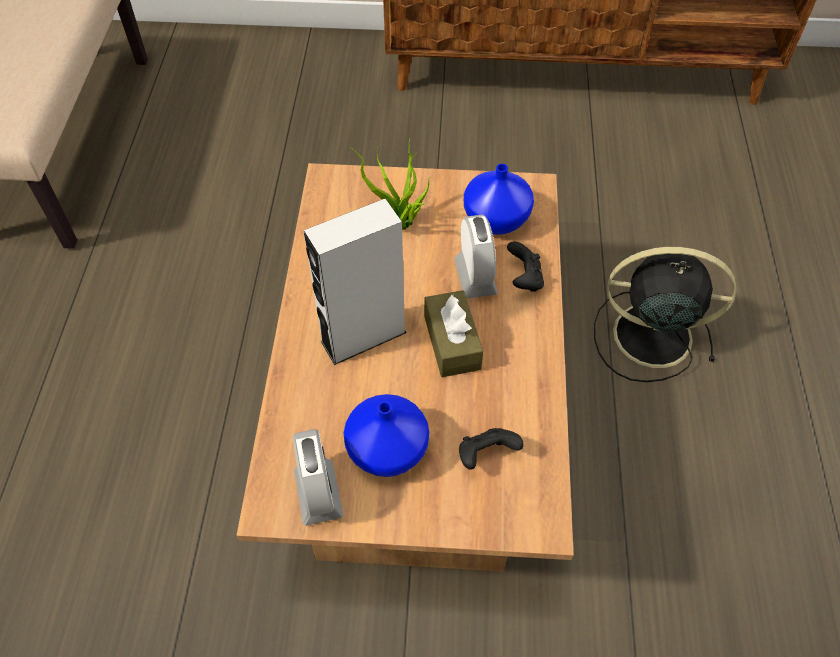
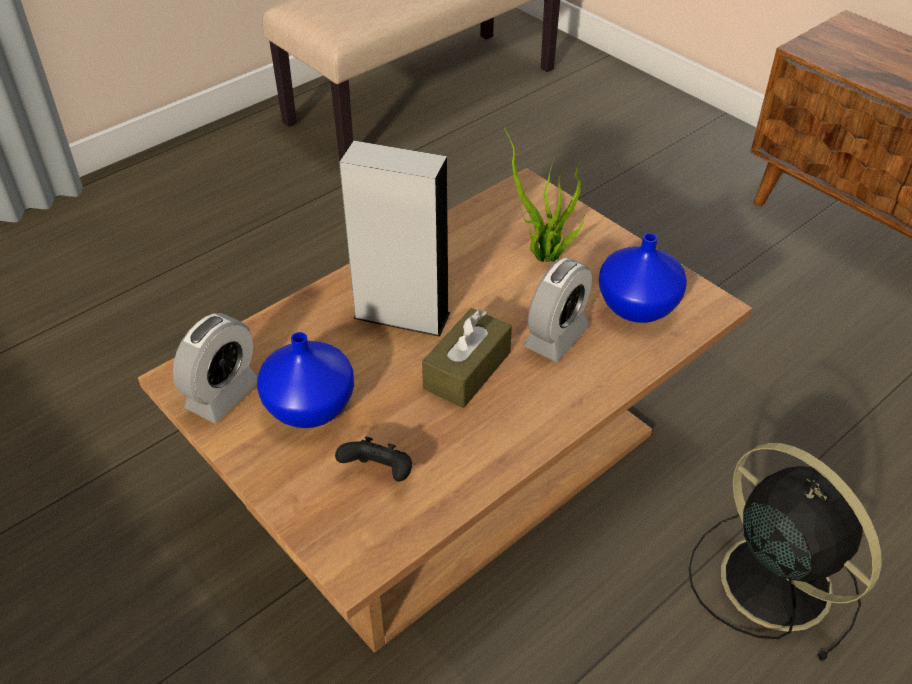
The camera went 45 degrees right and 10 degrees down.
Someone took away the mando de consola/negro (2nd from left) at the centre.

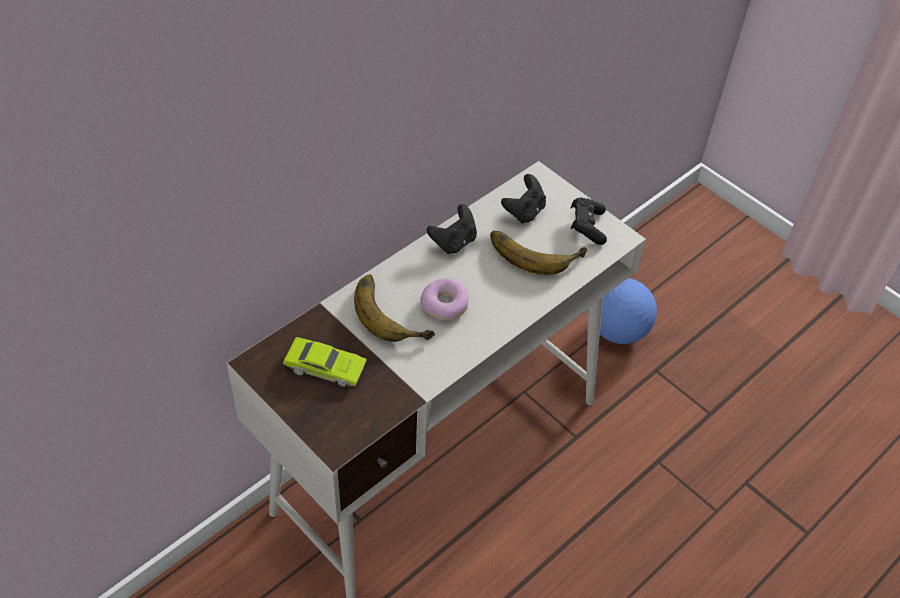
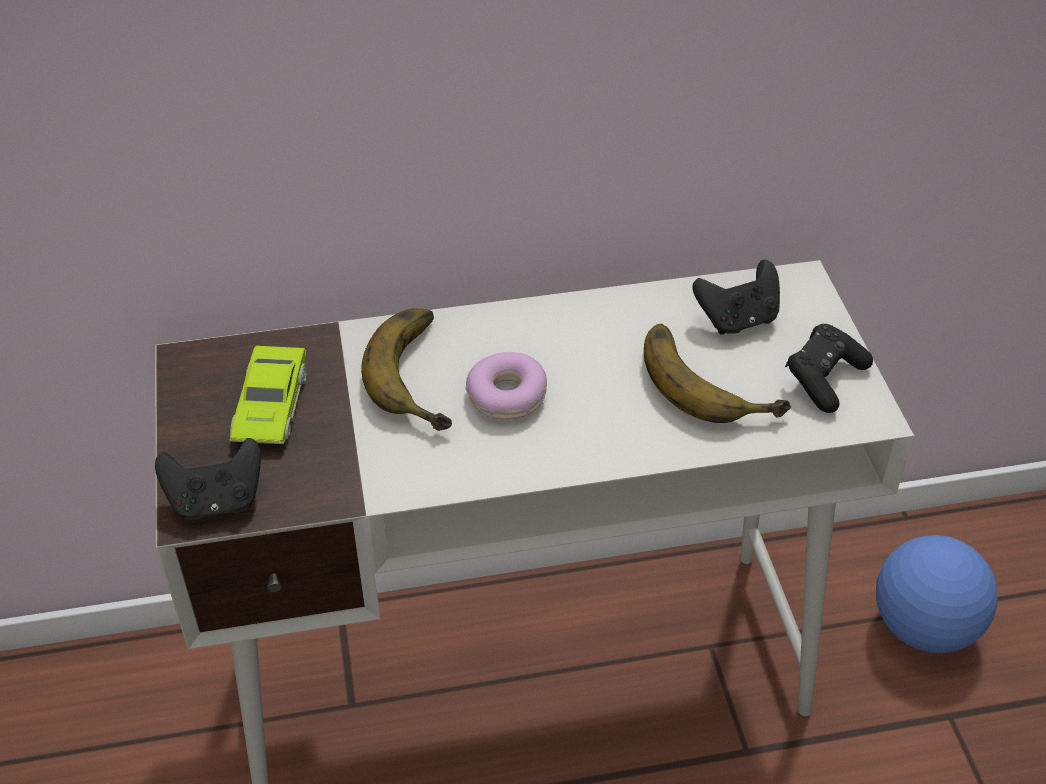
The camera went 35 degrees right and 5 degrees down.
Someone carried the mando de consola/negro (1st from left) from the centre to the middle left.
Someone rotated the coche de juguete/verde at the centre by 45 degrees clockwise.

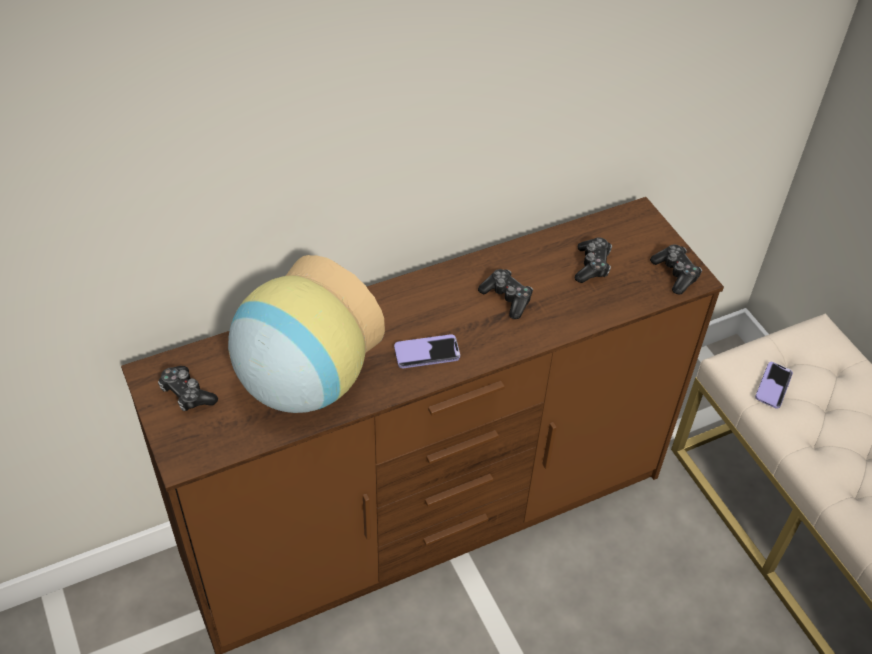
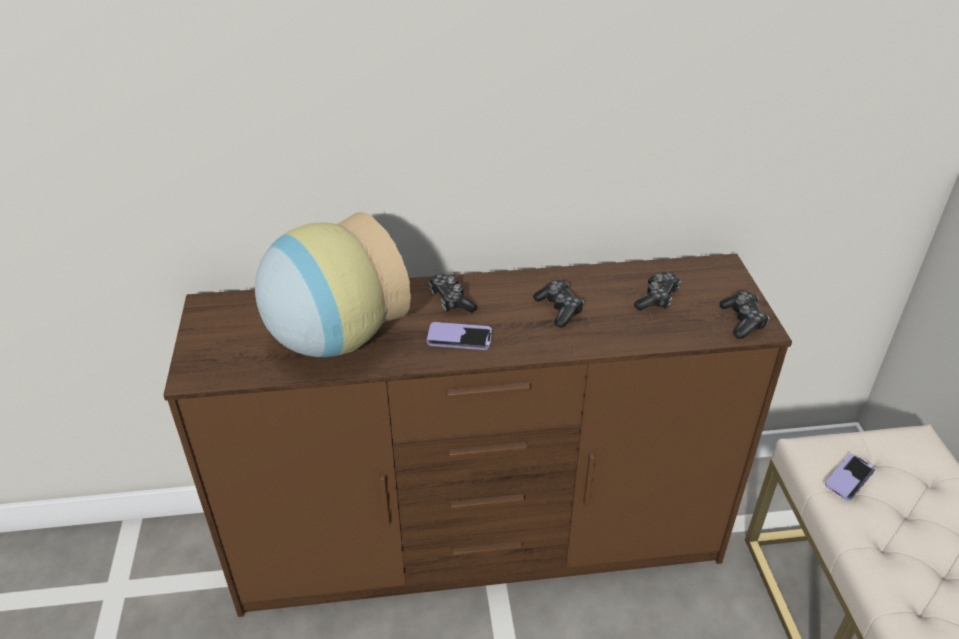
The camera went 20 degrees right and 10 degrees down.
Someone carried the mando de consola (1st from left) from the middle left to the centre.

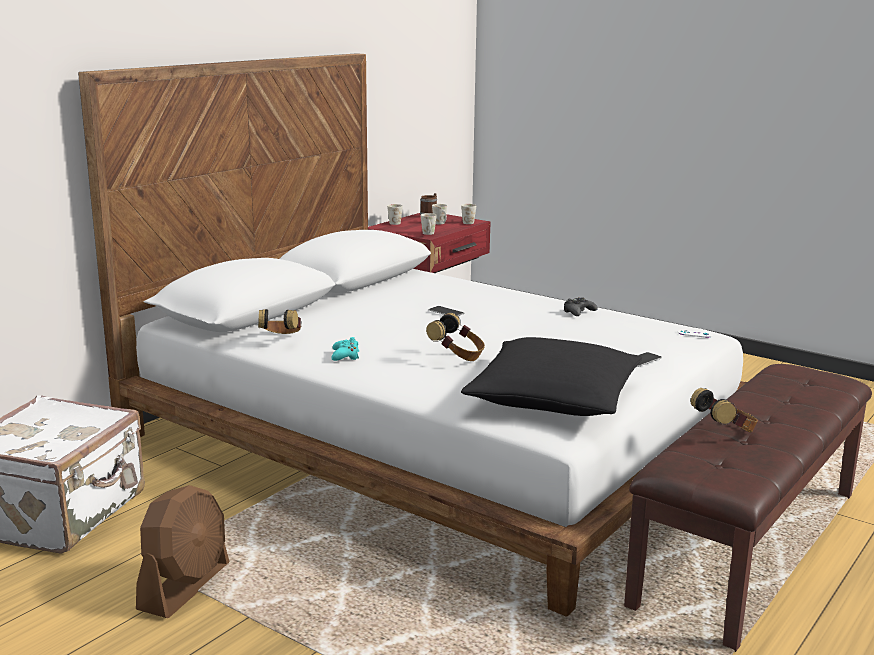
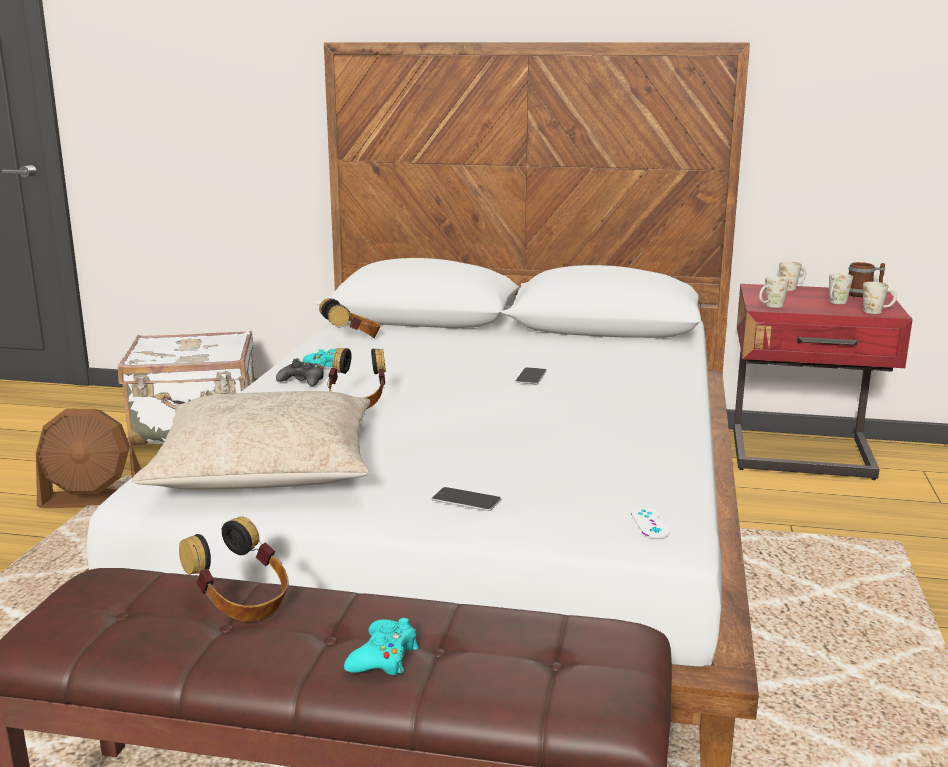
The camera went 65 degrees right and 0 degrees up.
Someone repainted the cojín/negro at the centre, which became the cojín/beis at the middle left.
Someone carried the mando de consola/negro from the centre to the middle left.
Someone put down the mando de consola/turquesa (2nd from left) at the bottom centre.

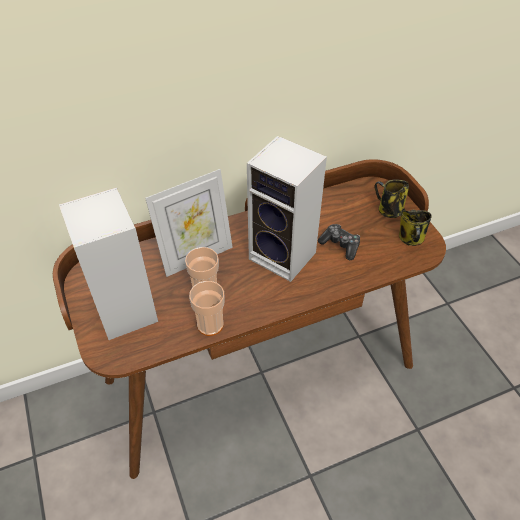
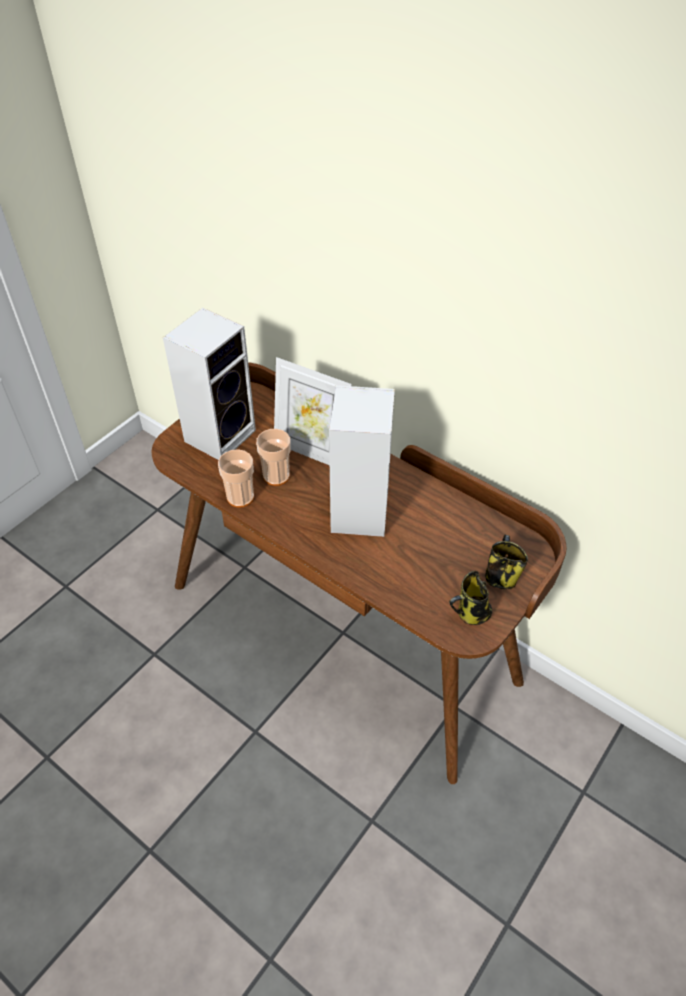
The camera went 60 degrees right and 0 degrees up.
Someone took away the mando de consola at the centre.

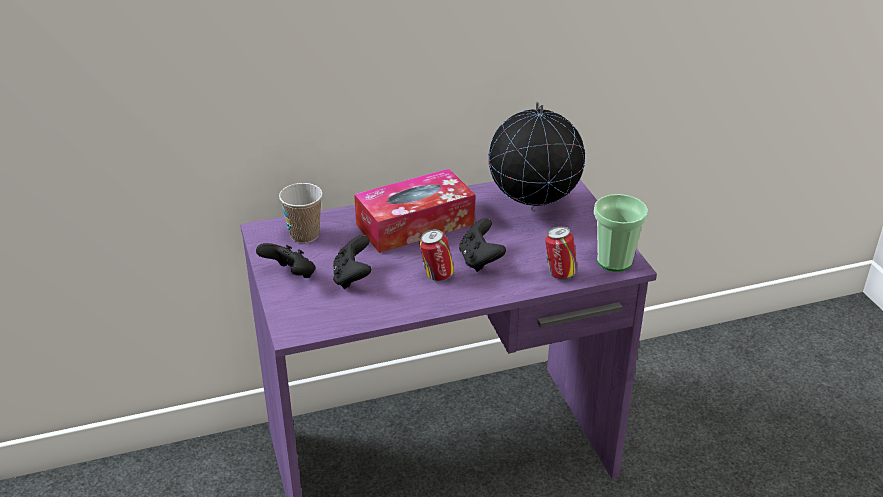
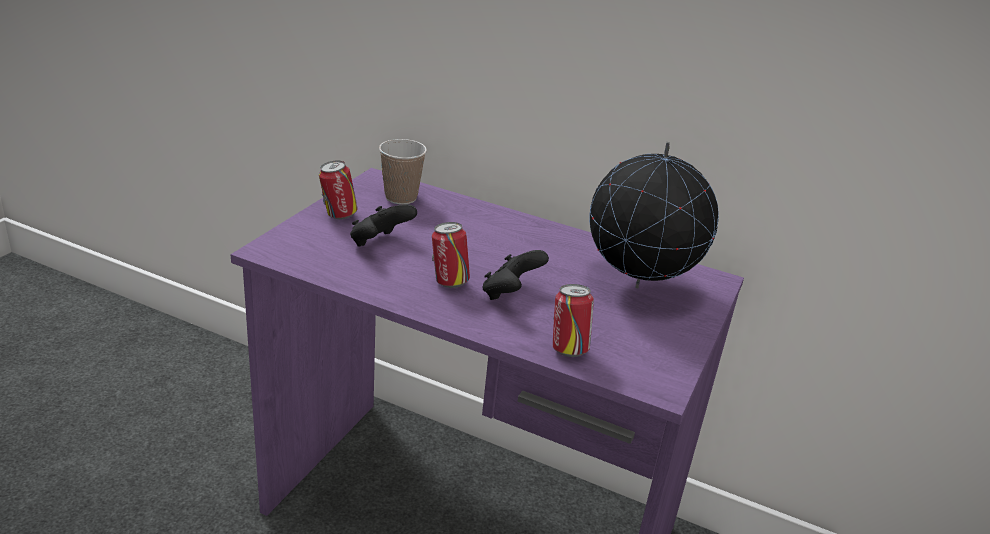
The camera went 40 degrees right and 5 degrees down.
Someone swapped the mando de consola/negro (1st from left) at the middle left for the lata (1st from left) at the centre.
Someone took away the caja de pañuelos at the centre.
Someone took away the taza (2nd from left) at the middle right.

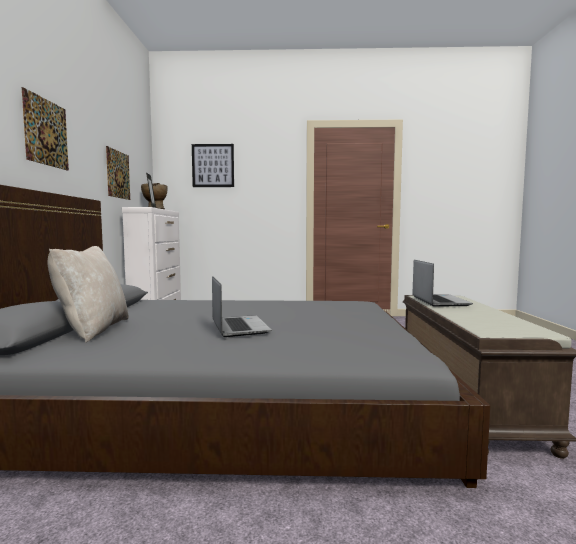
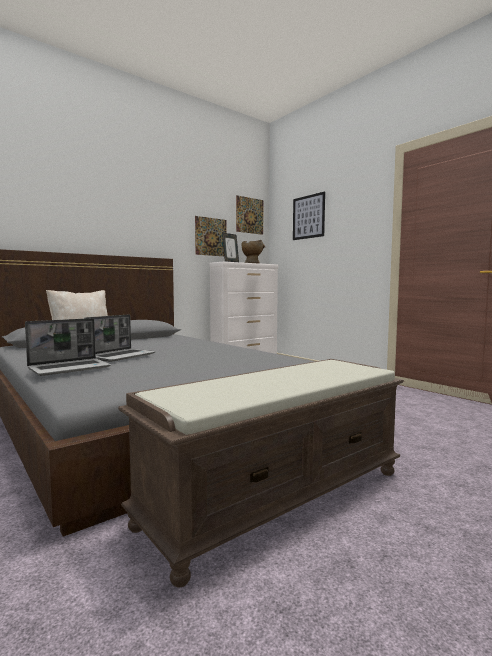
The camera went 50 degrees right and 0 degrees up.
Someone carried the portátil (2nd from left in the first image) from the middle right to the middle left.
Someone carried the cuadro (1st from left in the first image) from the top left to the top centre.

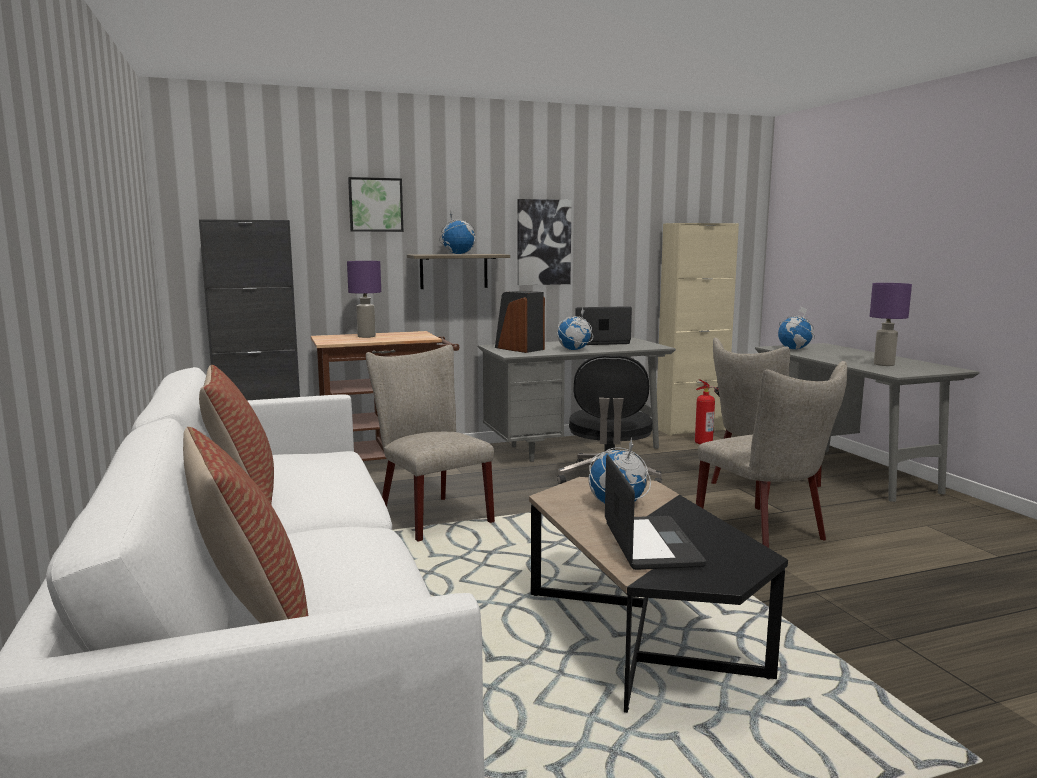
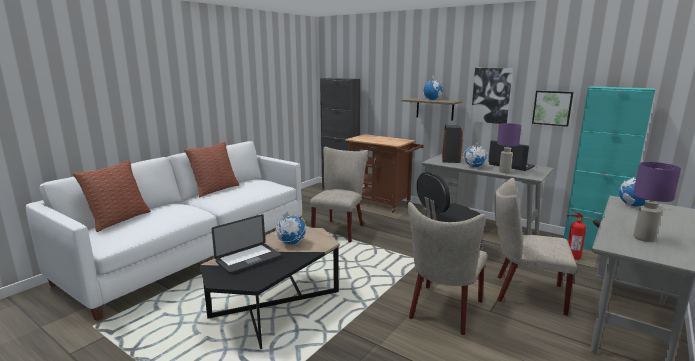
The camera went 55 degrees right and 5 degrees up.
Someone carried the lámpara de mesa/morado (1st from left) from the centre to the middle right.
Someone carried the cuadro (1st from left in the first image) from the top centre to the top right.
Someone repainted the armario/beis at the middle right, which became the armario/turquesa at the middle right.

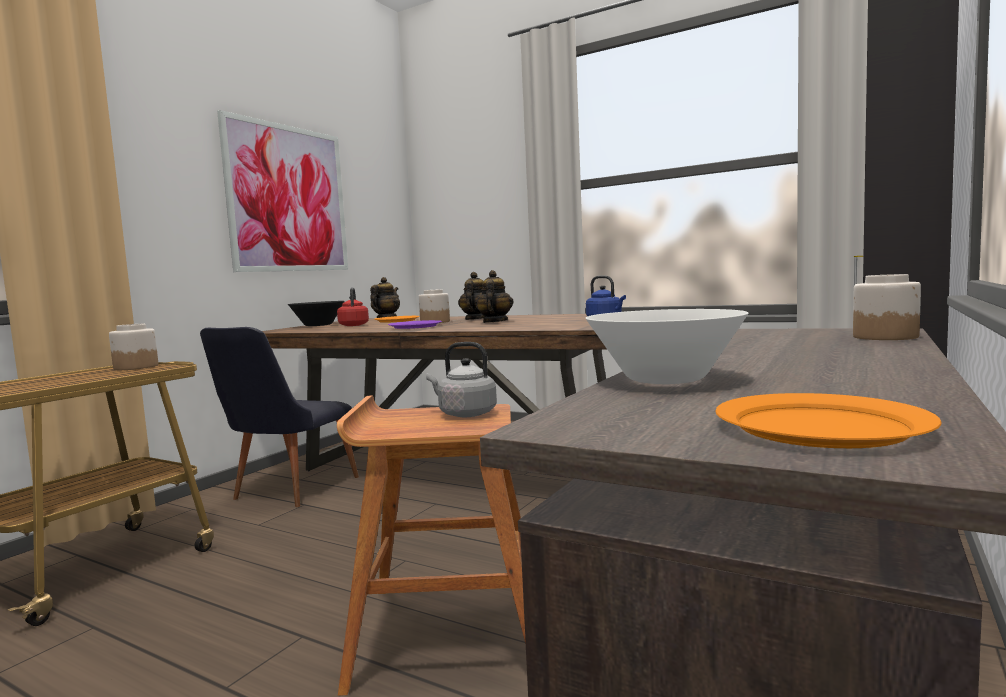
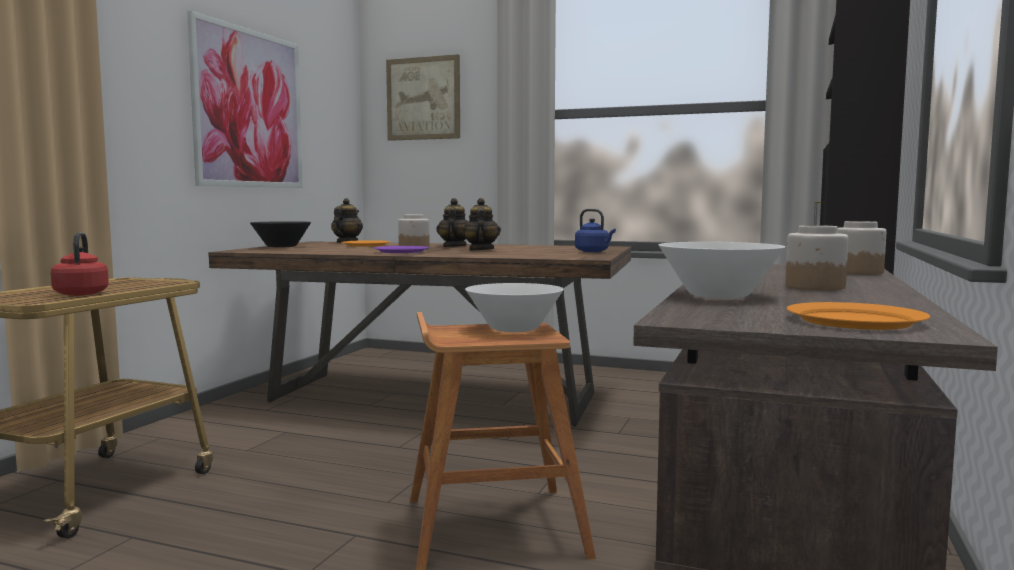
The camera went 10 degrees left and 0 degrees up.
Someone carried the hervidor/rojo from the centre to the middle left.
Someone put up the cuadro (2nd from left) at the top centre.
Someone swapped the hervidor/gris at the centre for the cuenco/blanco (1st from left) at the centre.
Someone carried the tarro (1st from left in the first image) from the middle left to the middle right.
Someone took away the silla/negro at the middle left.

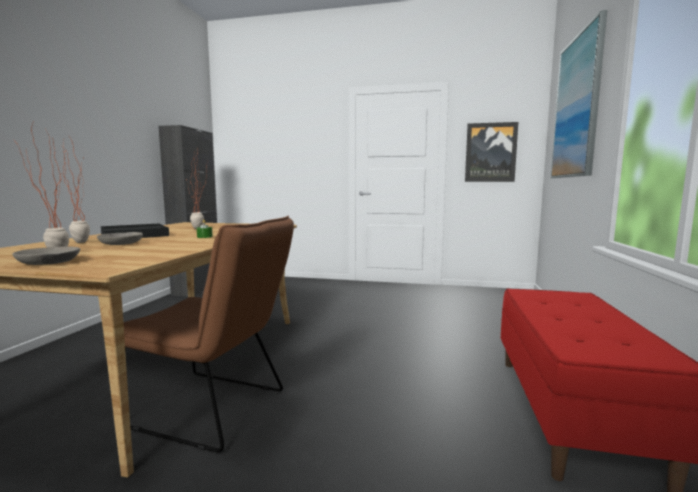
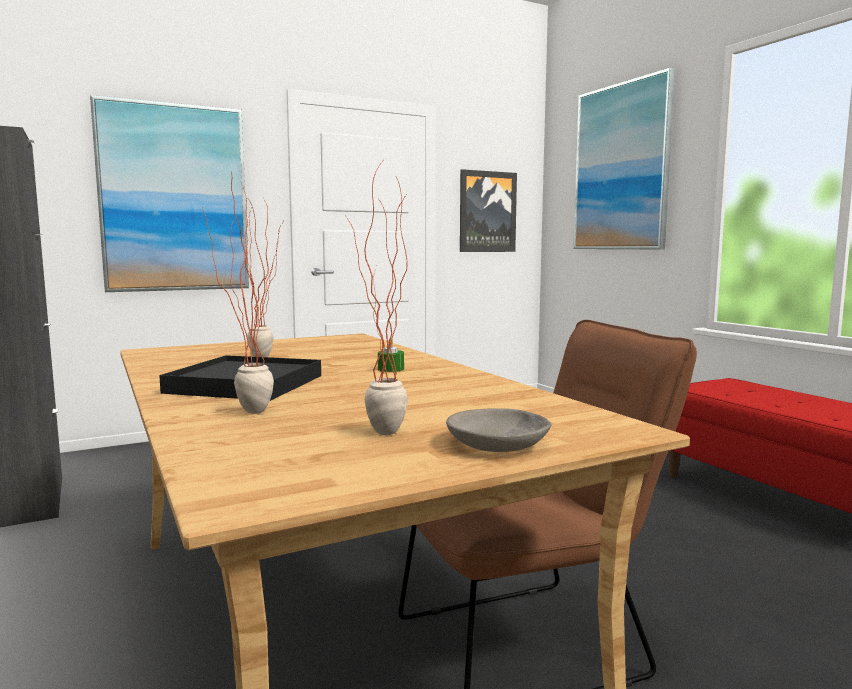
The camera went 40 degrees left and 0 degrees up.
Someone put up the cuadro (1st from left) at the top left.
Someone took away the cuenco/gris (2nd from left) at the middle left.

